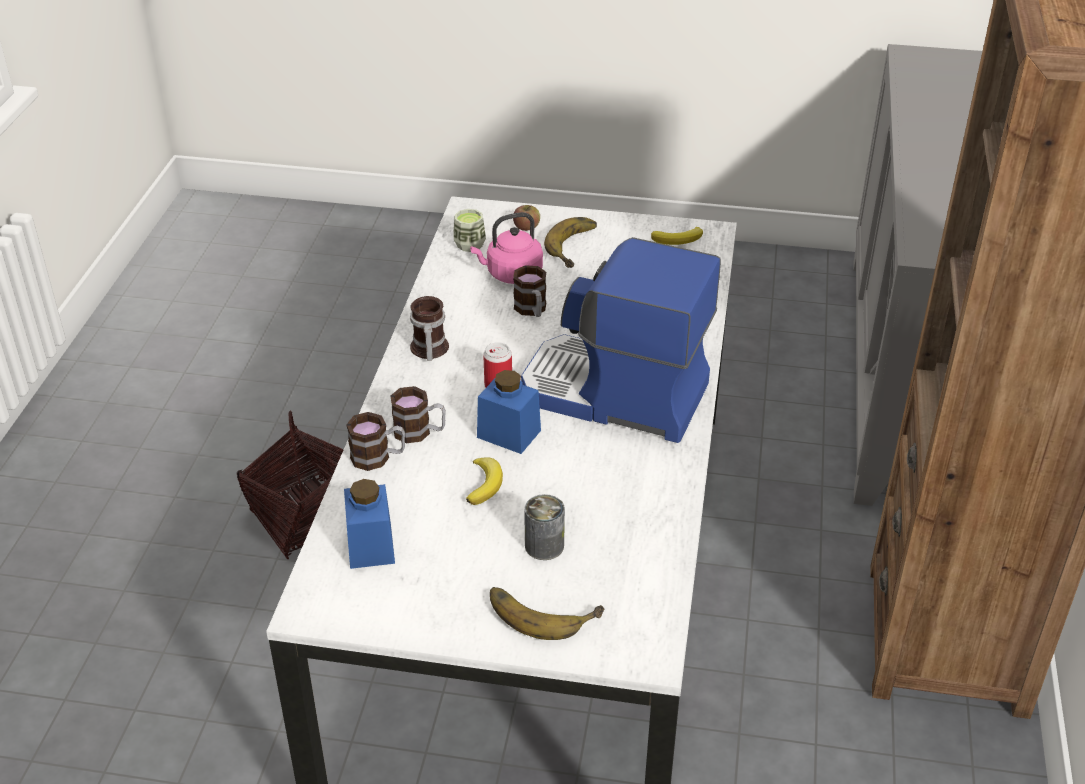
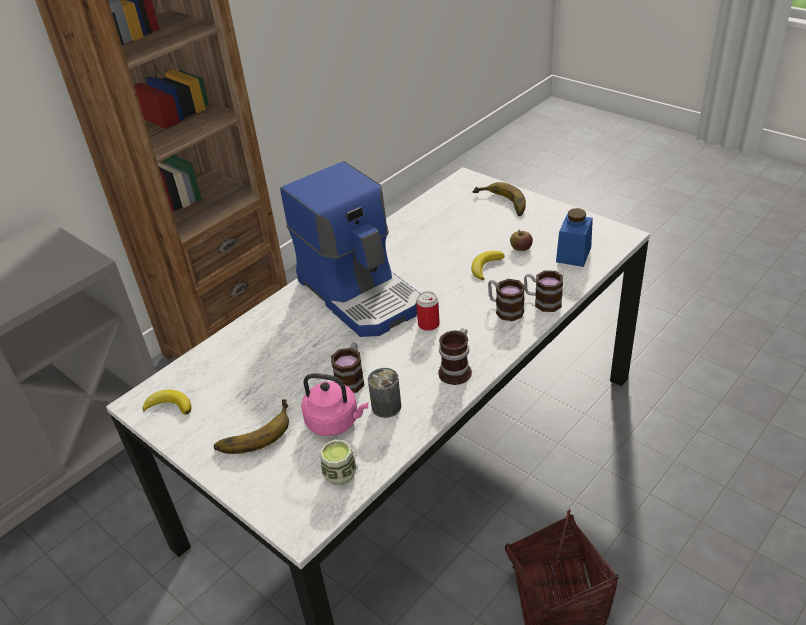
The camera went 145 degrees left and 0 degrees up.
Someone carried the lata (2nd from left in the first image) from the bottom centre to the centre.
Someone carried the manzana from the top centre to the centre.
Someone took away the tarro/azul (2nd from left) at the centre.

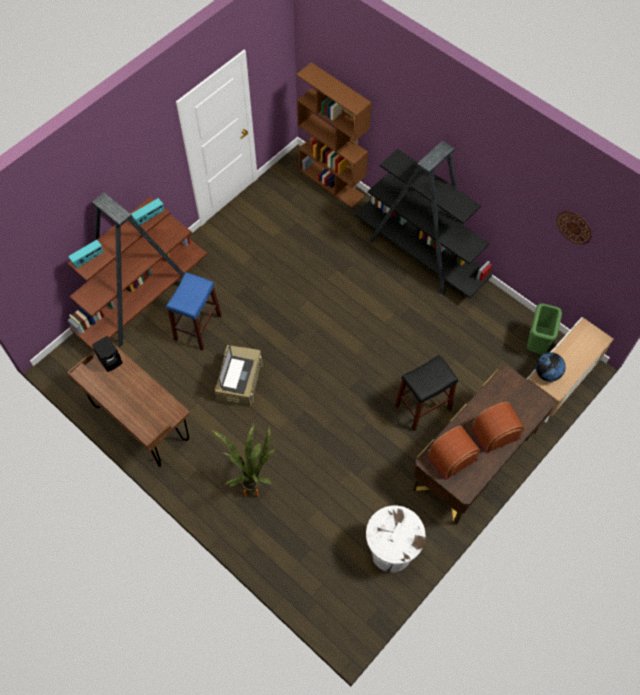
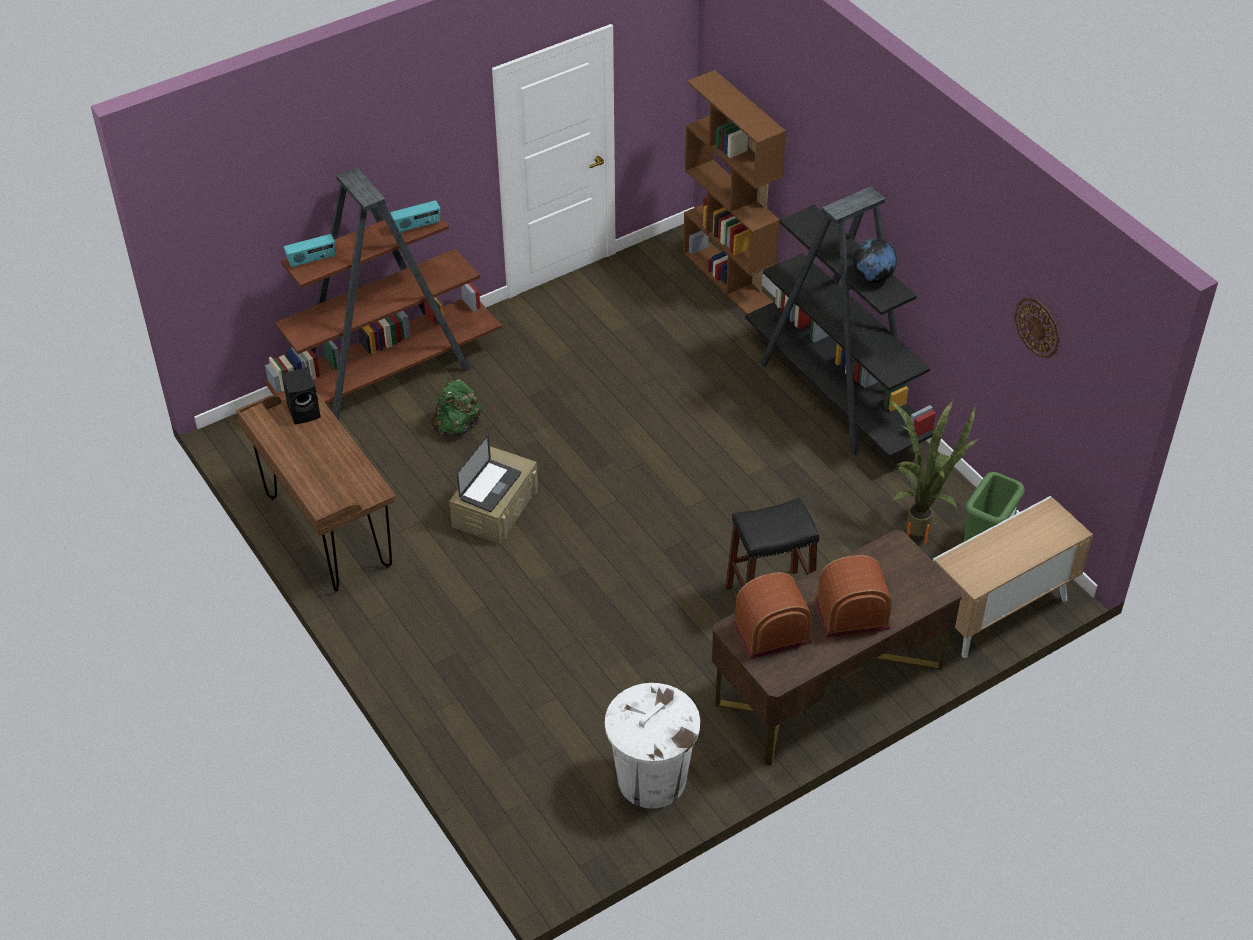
The camera went 15 degrees right and 15 degrees down.
Someone swapped the taburete/azul at the middle left for the mochila/verde at the centre.
Someone carried the globo terráqueo from the middle right to the top right.
Someone carried the planta en maceta from the centre to the middle right.

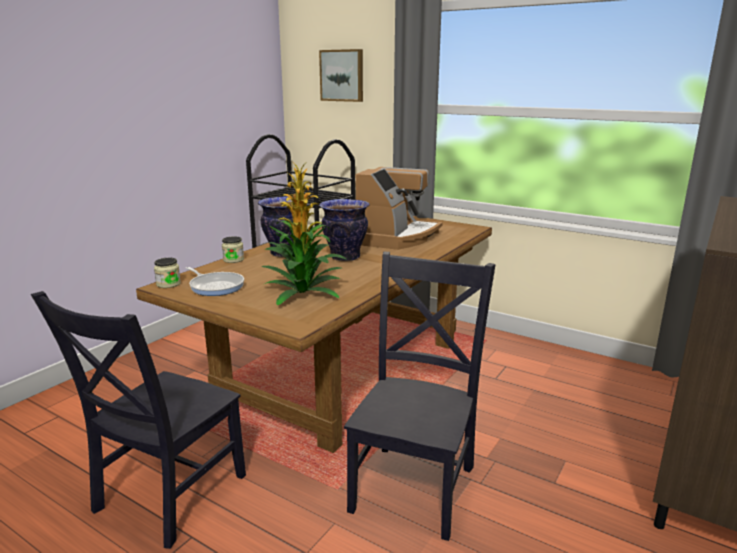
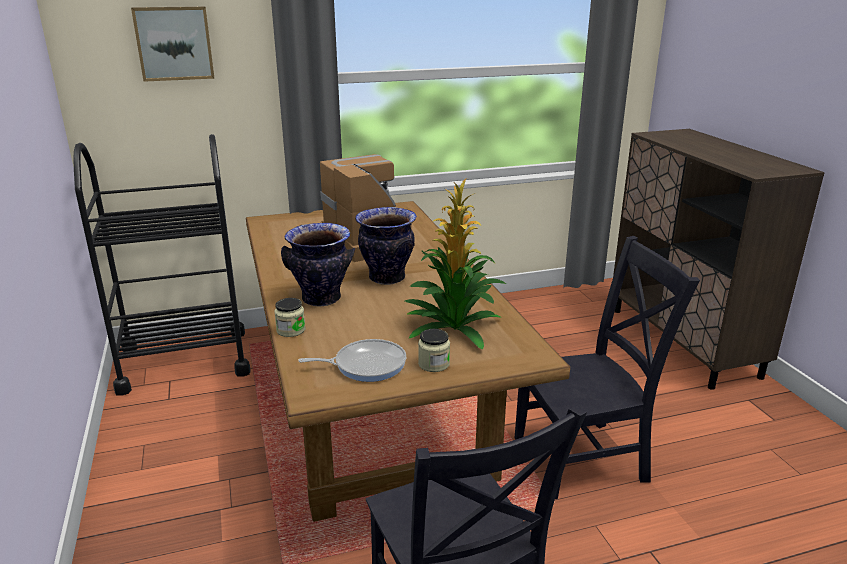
The camera went 50 degrees left and 5 degrees up.
Someone carried the tarro (1st from left in the first image) from the middle left to the centre.
Someone rotated the silla/negro (2nd from left) at the bottom centre by 105 degrees clockwise.

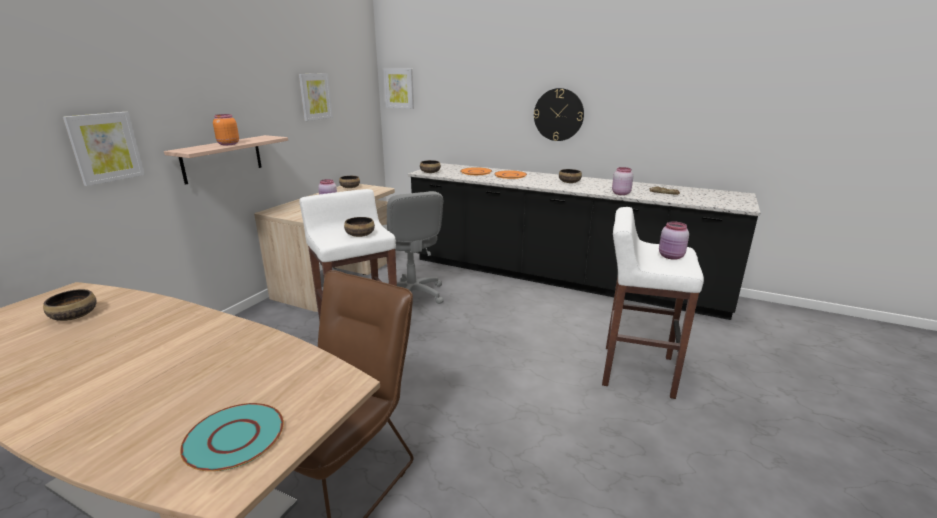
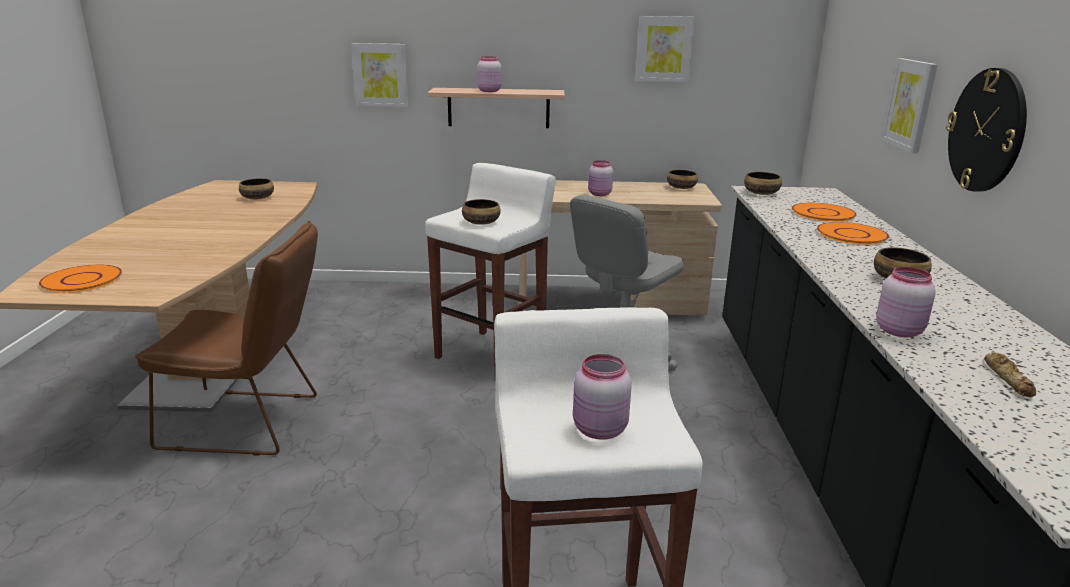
The camera went 65 degrees right and 0 degrees up.
Someone repainted the plato/turquesa at the bottom left, which became the plato/naranja (1st from left) at the middle left.
Someone repainted the tarro/naranja at the top left, which became the tarro/rosa (1st from left) at the top centre.
Someone carried the cuadro (3rd from left) from the top centre to the top right.

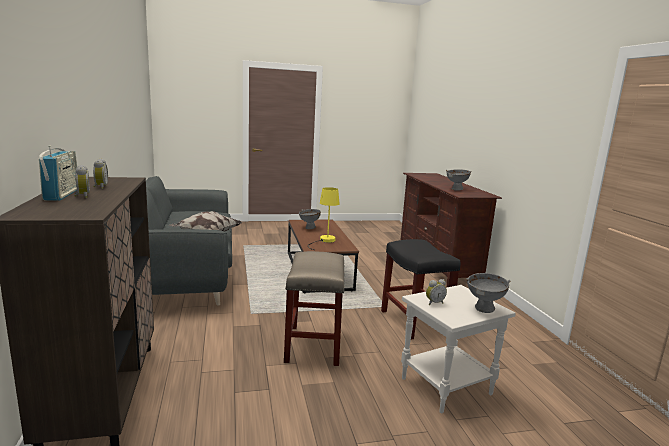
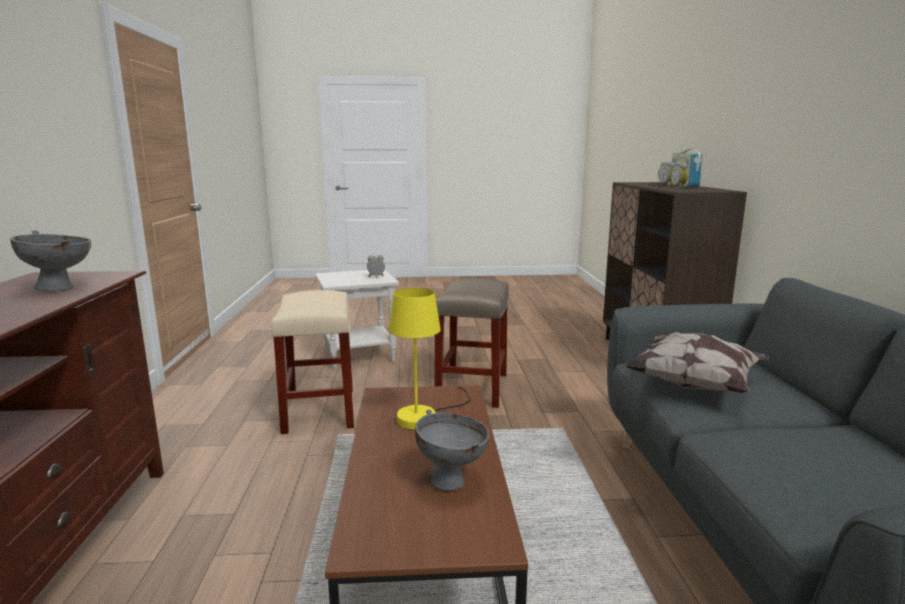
The camera went 170 degrees left and 0 degrees up.
Someone repainted the taburete/negro at the centre, which became the taburete/beis (1st from left) at the centre.
Someone took away the cuenco/gris (3rd from left) at the middle right.

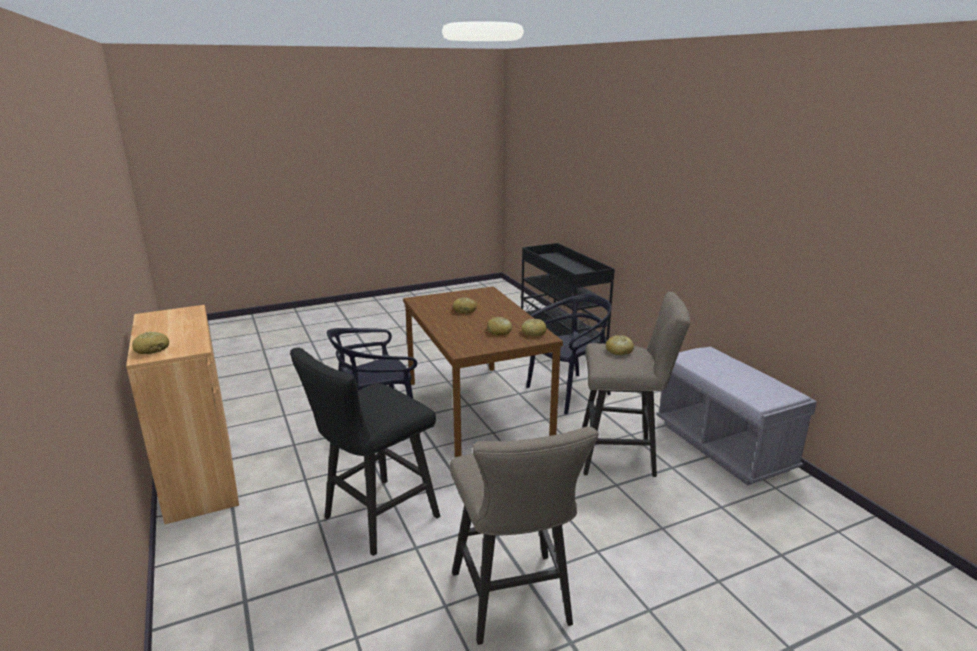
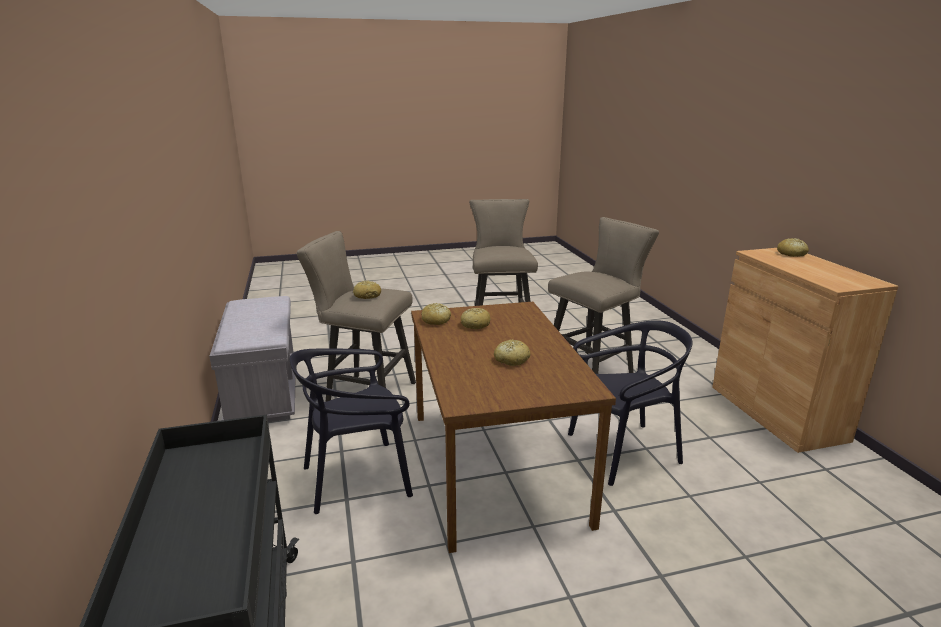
The camera went 170 degrees left and 0 degrees up.
Someone repainted the taburete/negro at the bottom centre, which became the taburete/beis (3rd from left) at the centre.

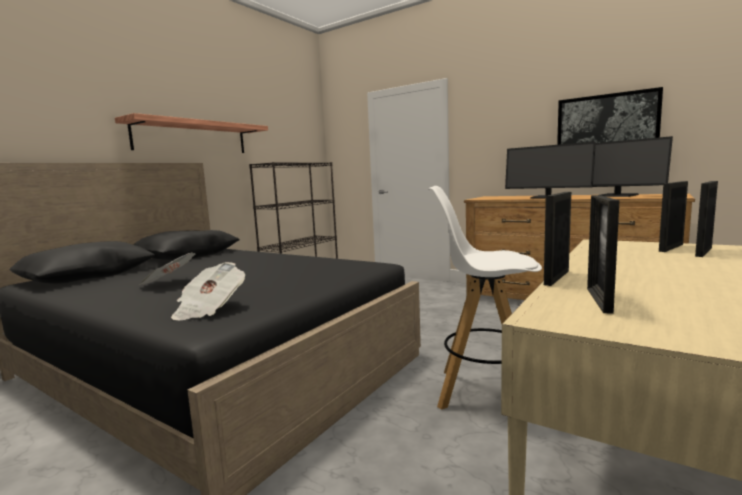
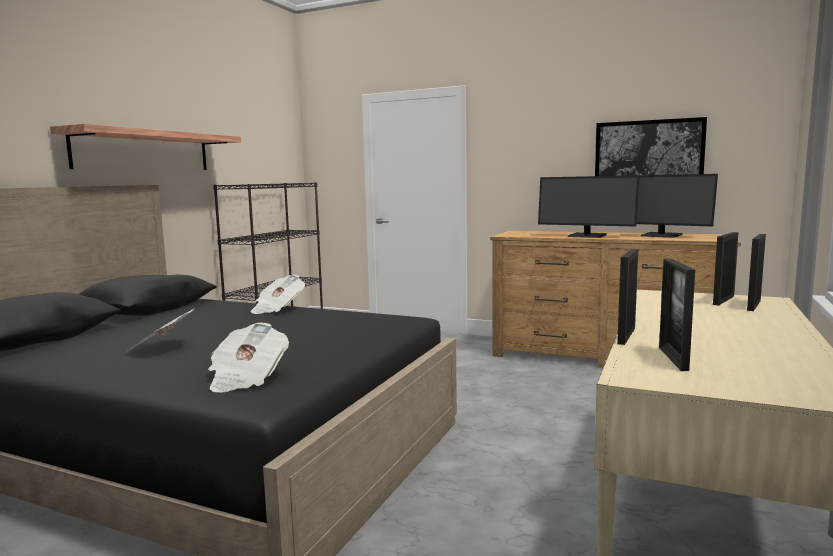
The camera went 10 degrees left and 0 degrees up.
Someone put down the periódico (3rd from left) at the centre.
Someone took away the taburete/blanco at the centre.

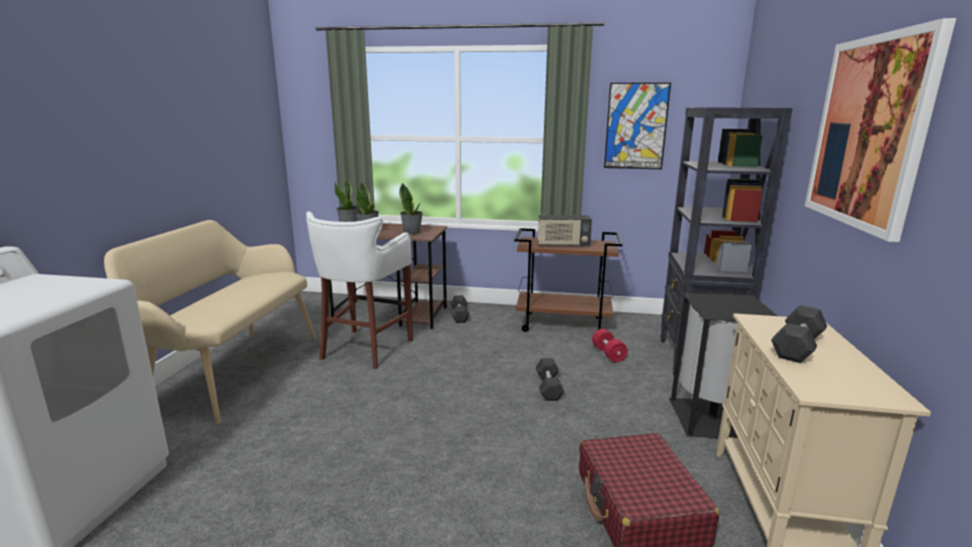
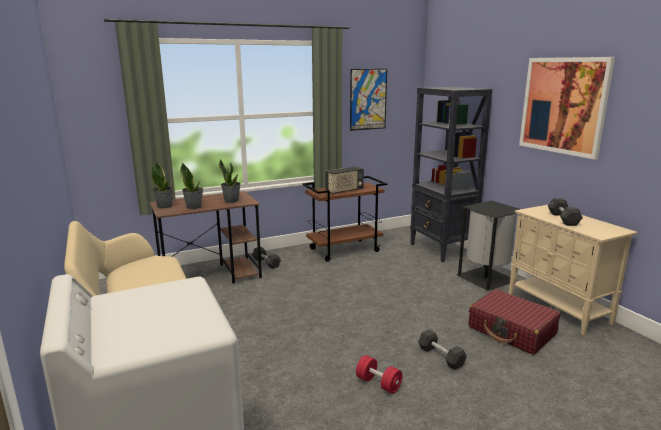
The camera went 35 degrees left and 0 degrees up.
Someone carried the mancuerna/rojo from the centre to the bottom centre.
Someone carried the mancuerna/negro (2nd from left) from the bottom centre to the bottom right.
Someone took away the taburete/blanco at the centre.

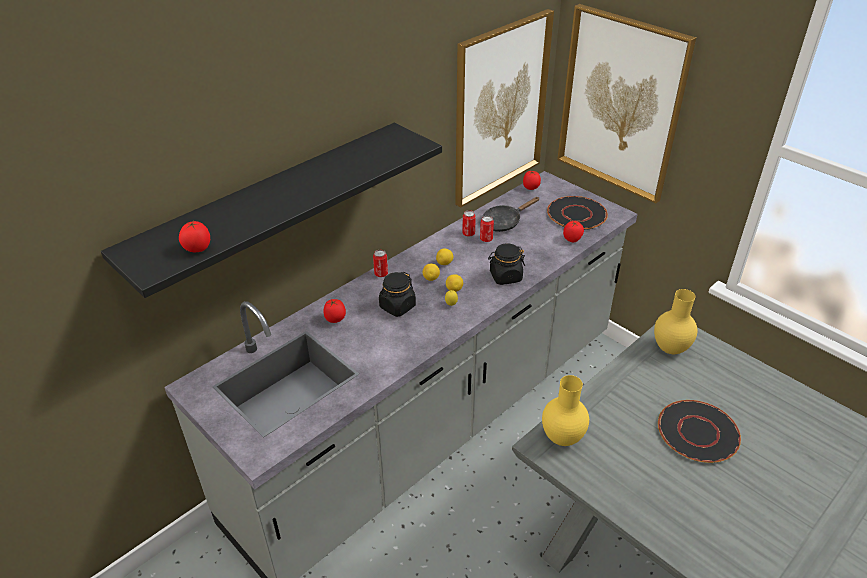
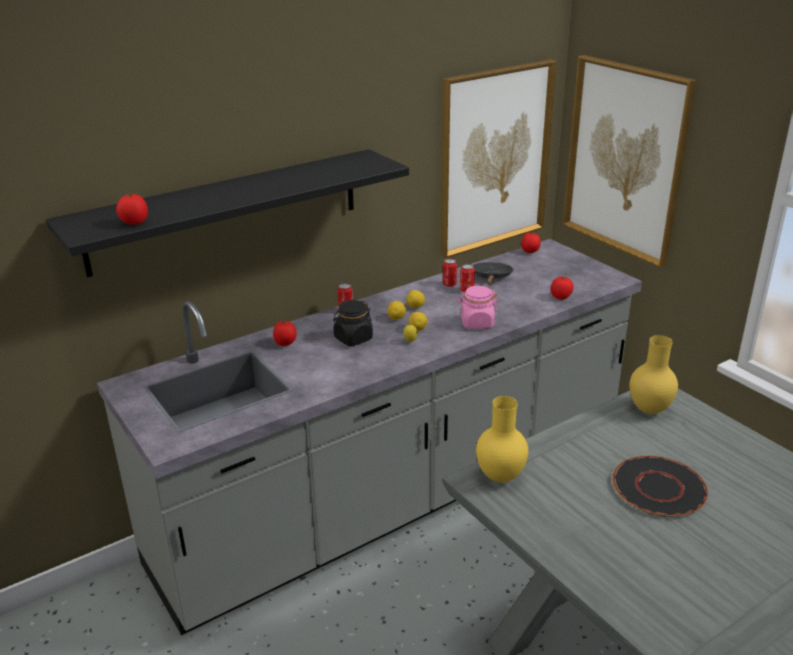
The camera went 10 degrees right and 10 degrees down.
Someone repainted the tarro/negro (2nd from left) at the centre, which became the tarro/rosa at the centre.
Someone rotated the sartén/negro at the centre by 120 degrees clockwise.
Someone took away the plato/negro (1st from left) at the centre.

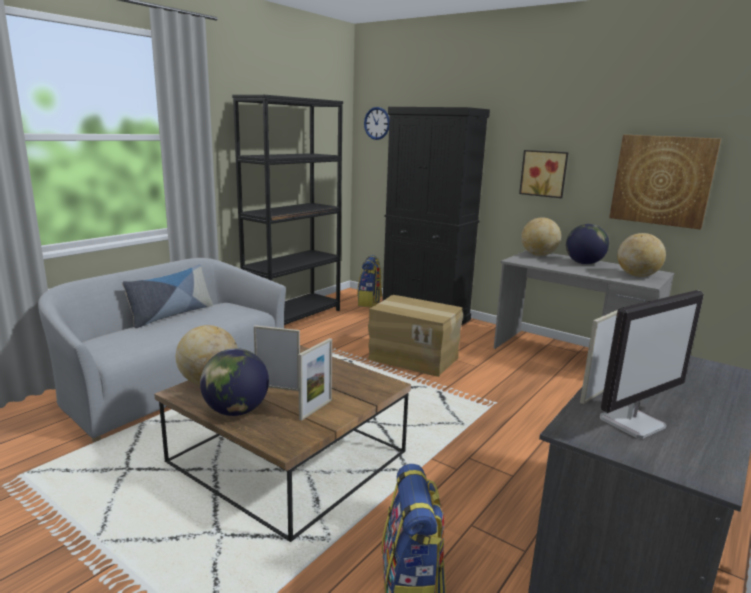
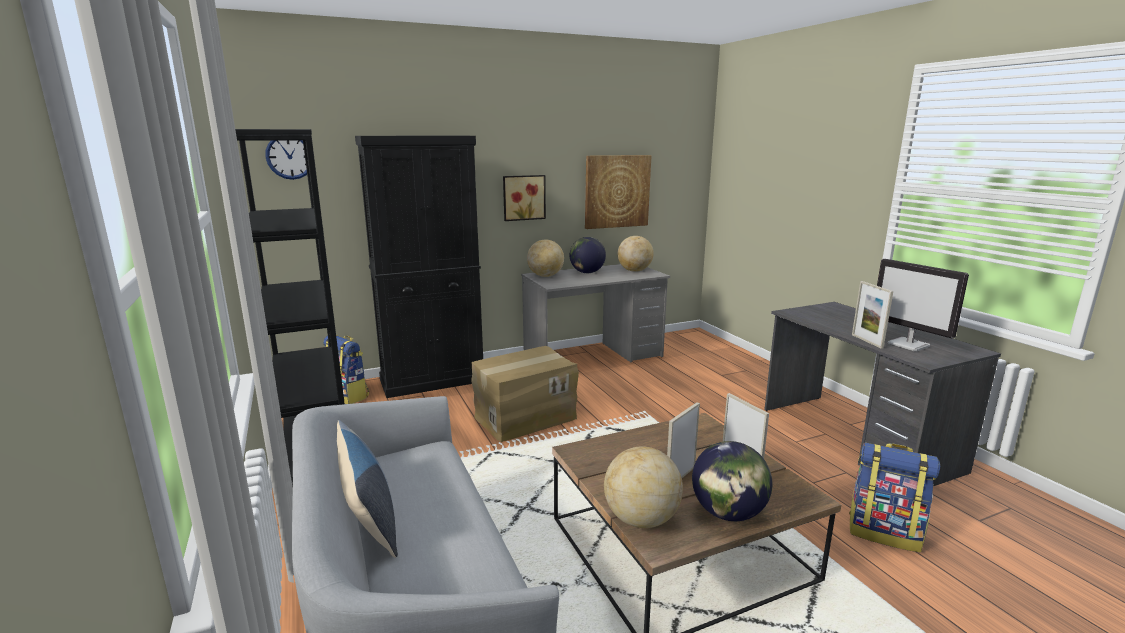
The camera went 60 degrees left and 0 degrees up.
Someone rotated the monitor at the middle right by 150 degrees clockwise.

